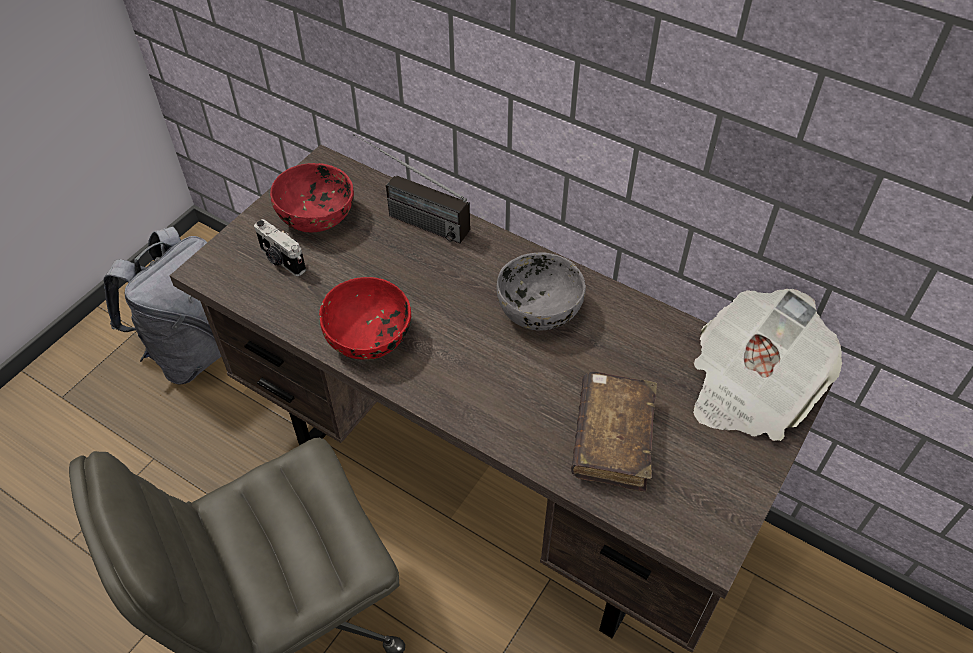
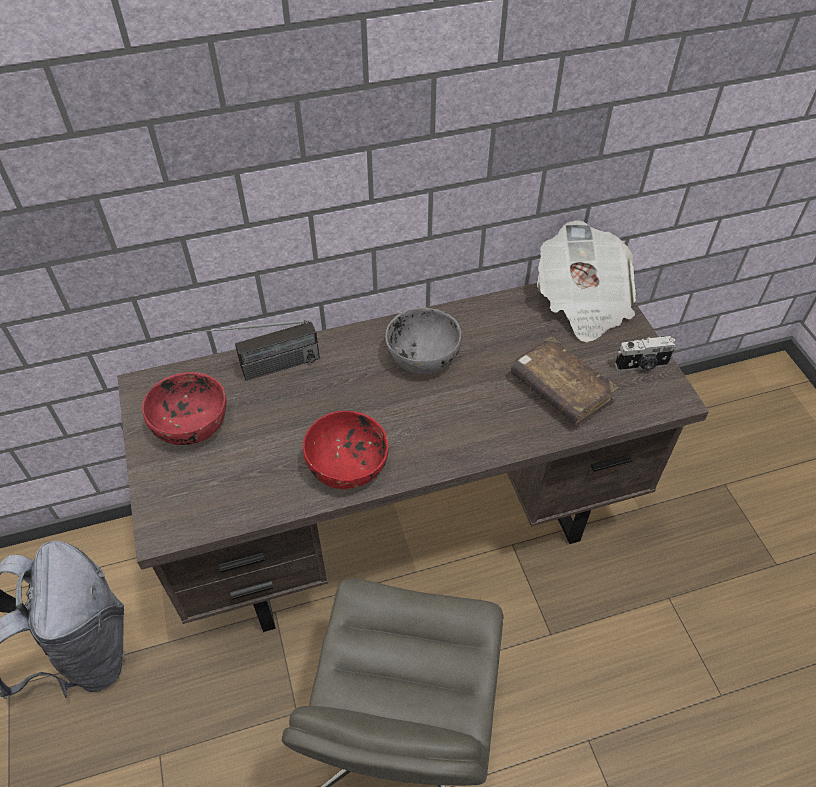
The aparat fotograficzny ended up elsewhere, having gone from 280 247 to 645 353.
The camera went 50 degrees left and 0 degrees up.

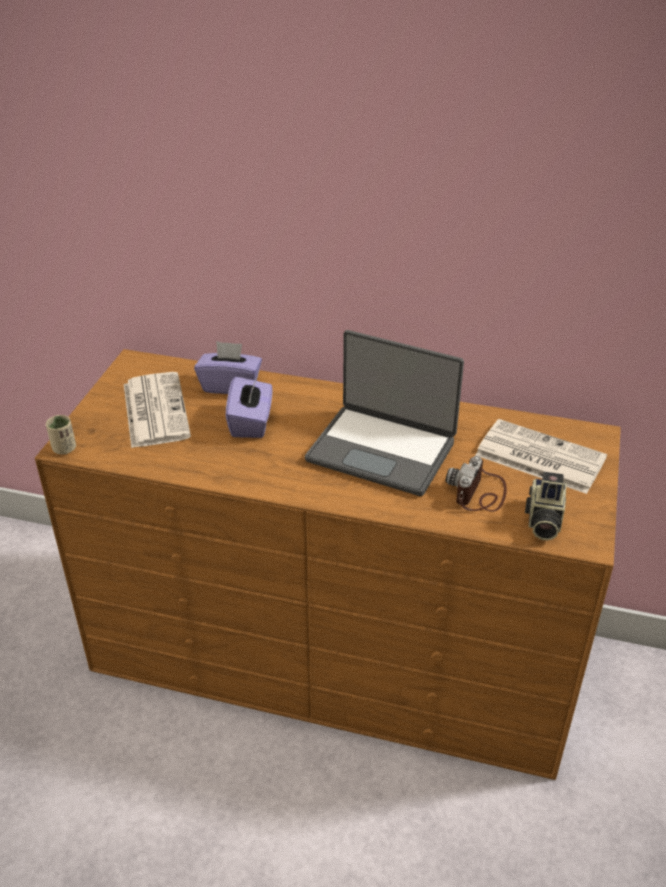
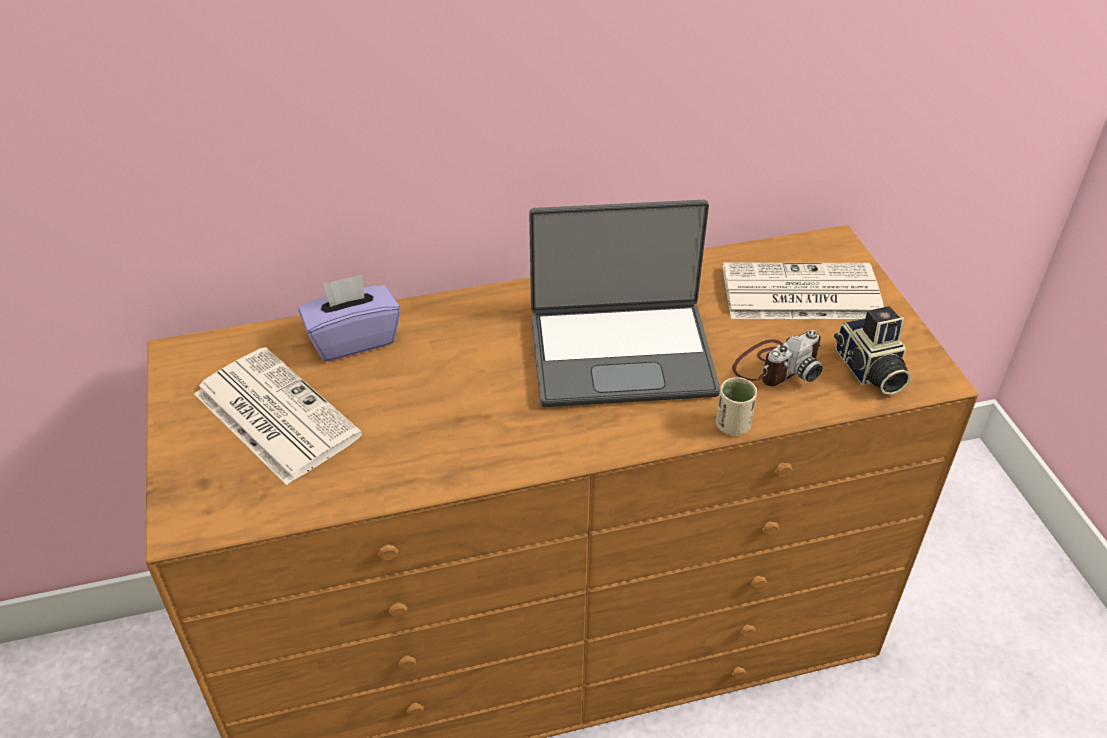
The filiżanka (beżowy) ended up elsewhere, having gone from 61 435 to 736 406.
The second view lost the pudełko chusteczek (fioletowy) at 249 406.
The aparat fotograficzny at 476 484 ended up facing another way, 120 degrees counterclockwise from before.
The camera went 30 degrees left and 5 degrees up.

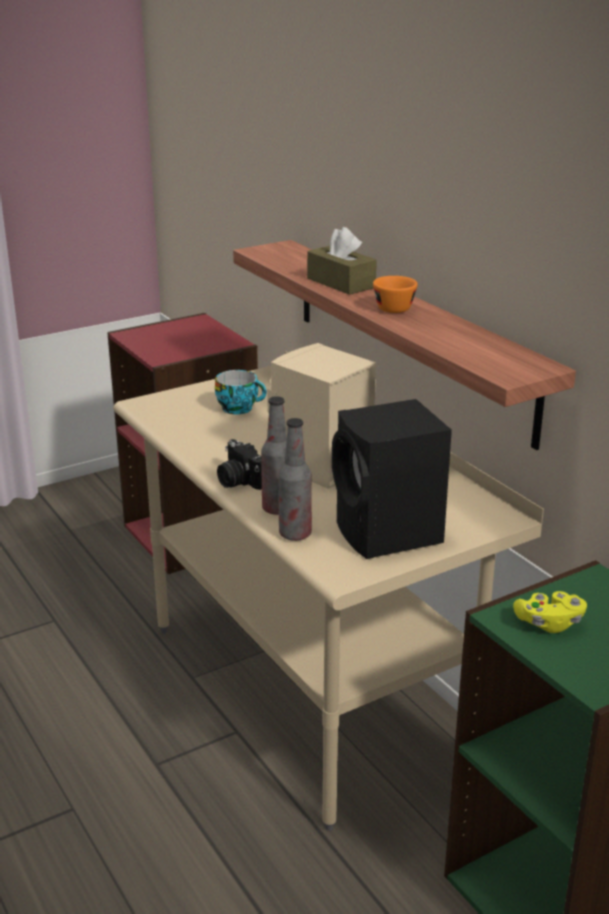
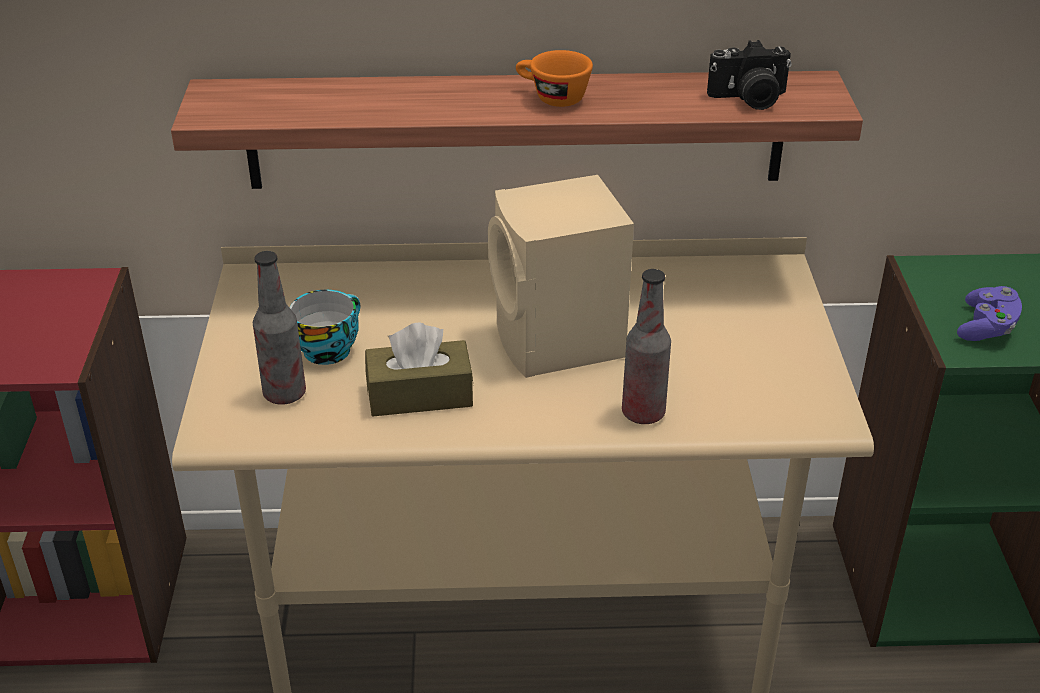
The aparat fotograficzny ended up elsewhere, having gone from 239 464 to 749 75.
The butelka ended up elsewhere, having gone from 295 479 to 279 328.
The pudełko chusteczek (brązowy) ended up elsewhere, having gone from 342 261 to 419 369.
The second view lost the głośnik (czarny) at 392 479.
What was the pad do gier (żółty) at 550 612 turned into the pad do gier (fioletowy) at 989 313.
The camera went 60 degrees left and 10 degrees up.

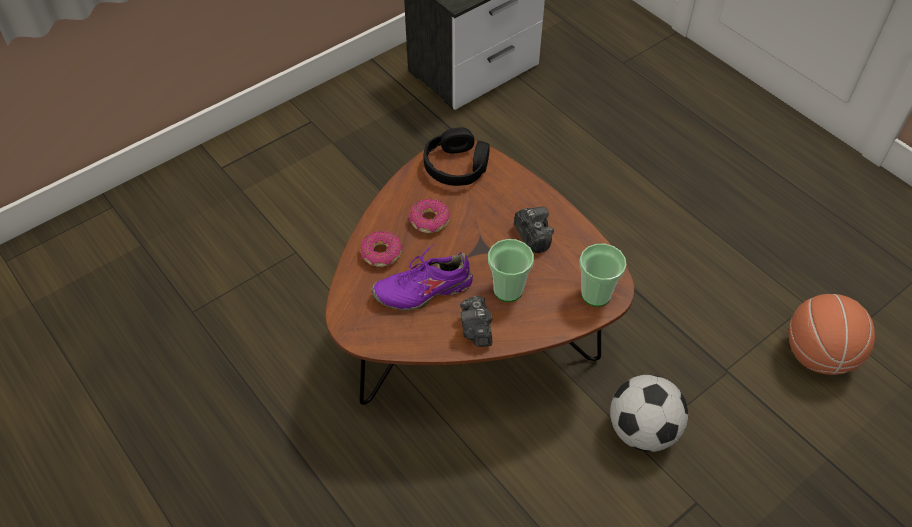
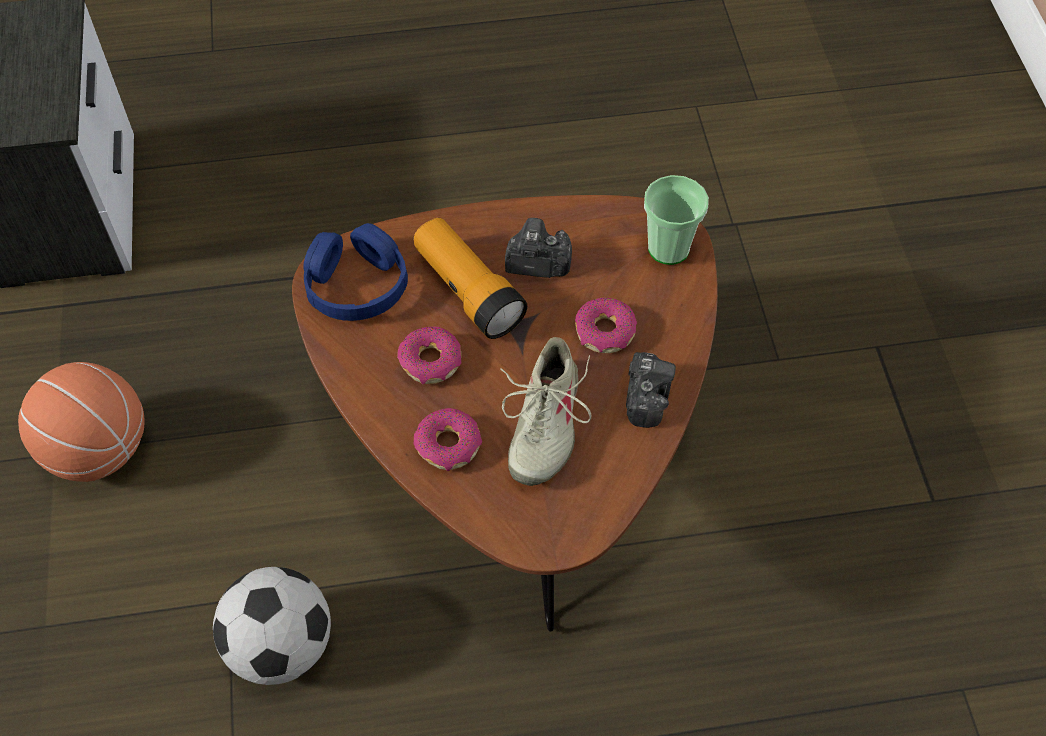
What was the but (fioletowy) at 422 277 turned into the but (beżowy) at 546 411.
What was the słuchawki (czarny) at 456 156 turned into the słuchawki (niebieski) at 356 272.
The aparat fotograficzny at 476 321 ended up facing another way, 105 degrees counterclockwise from before.
Where the filiżanka stood at 511 270, the donut came to stand at 606 325.
The piłka futbolowa ended up elsewhere, having gone from 649 413 to 272 626.
The piłka do koszykówki ended up elsewhere, having gone from 831 334 to 81 422.
The second view gained the latarka at 471 278.
The camera went 60 degrees left and 5 degrees up.

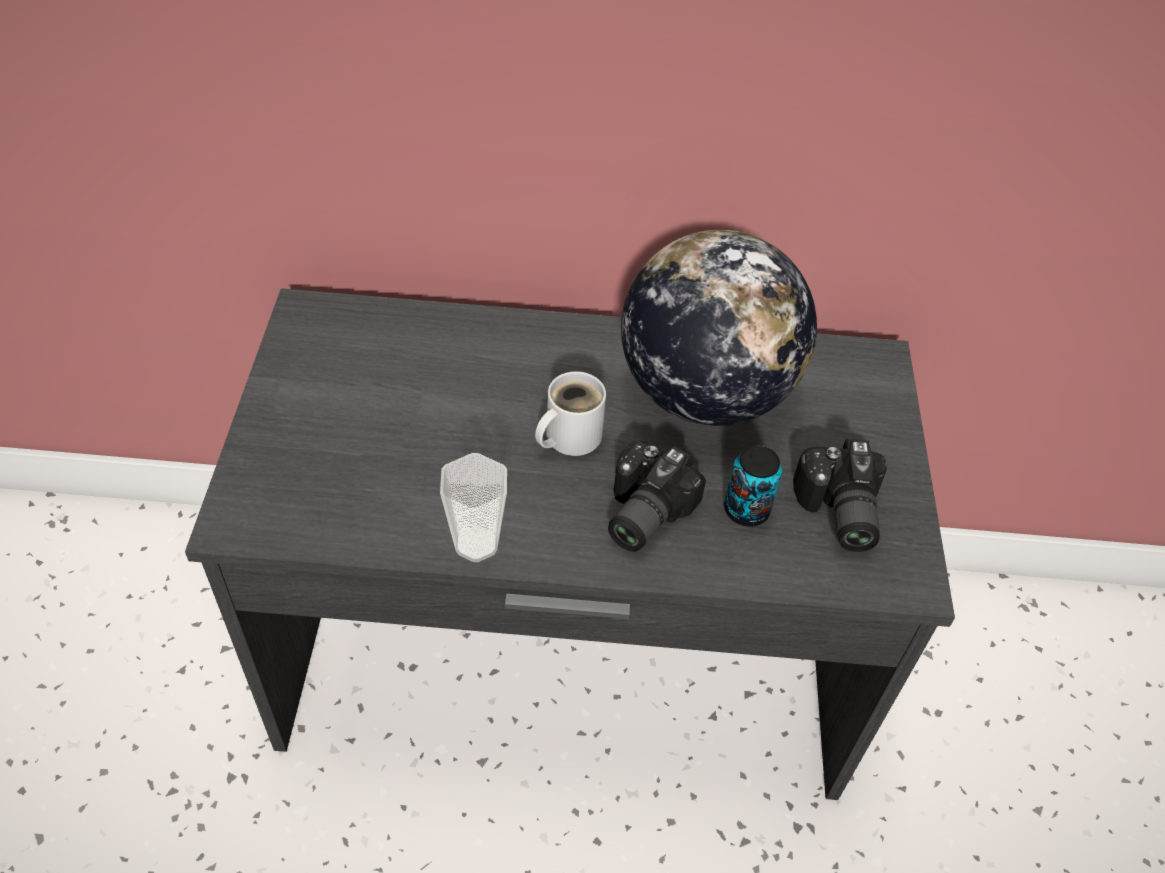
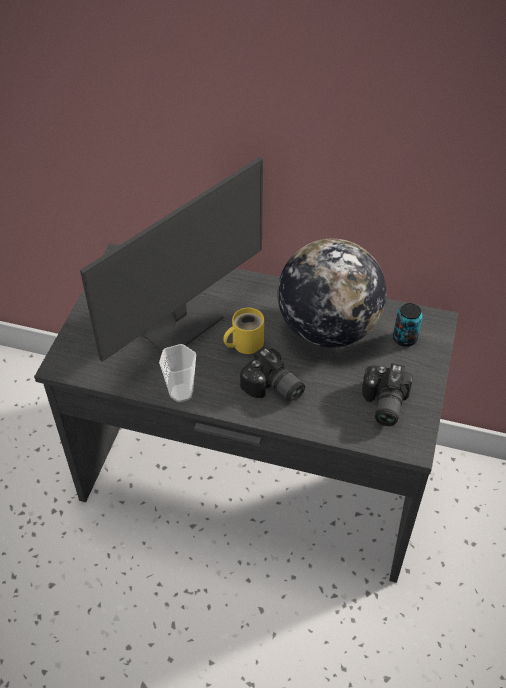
What was the kubek (biały) at 570 413 turned into the kubek (żółty) at 243 331.
The aparat fotograficzny at 657 496 ended up facing another way, 90 degrees counterclockwise from before.
The puszka ended up elsewhere, having gone from 753 485 to 408 325.
The second view gained the monitor at 171 259.
The camera went 15 degrees right and 0 degrees up.

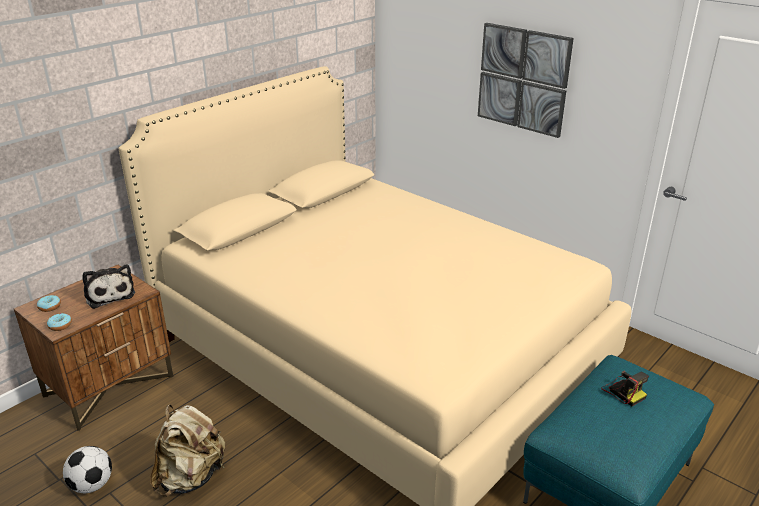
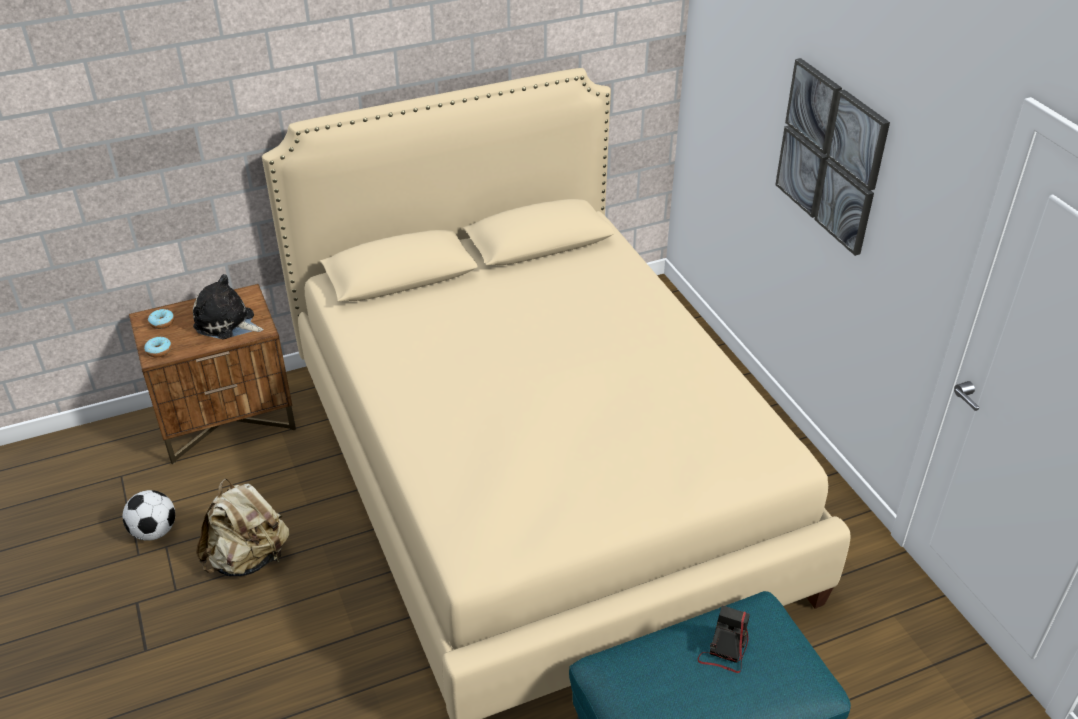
The pluszak at 109 286 ended up facing another way, 120 degrees clockwise from before.
The aparat fotograficzny at 625 388 ended up facing another way, 150 degrees counterclockwise from before.
The camera went 25 degrees right and 10 degrees up.

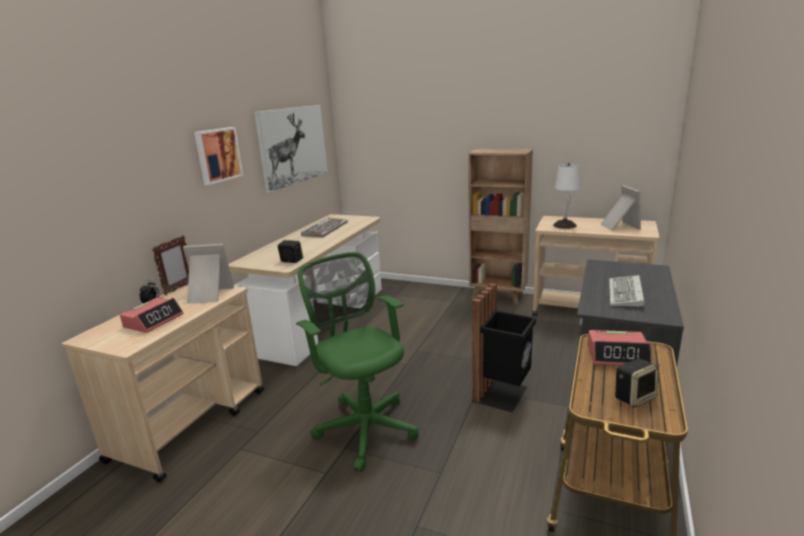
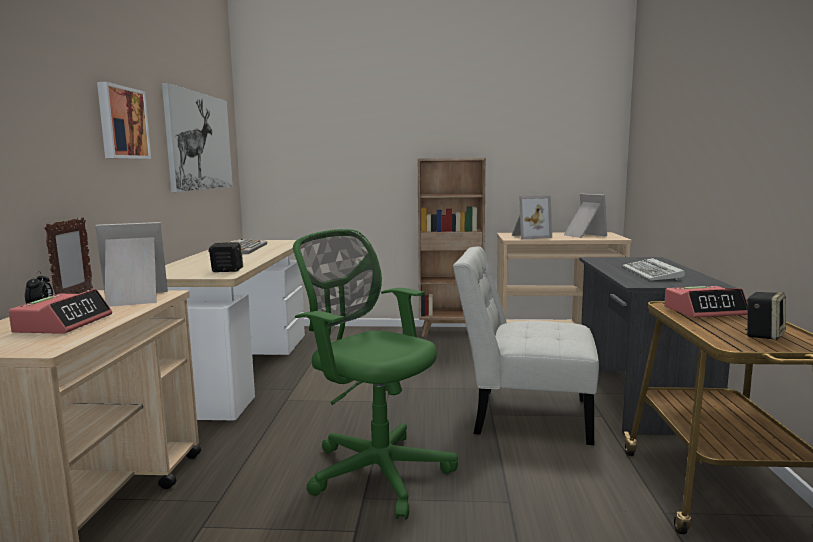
Where the kosz na śmieci (czarny) stood at 504 348, the krzesło (biały) came to stand at 526 346.
Where the lampa stołowa (biały) stood at 566 196, the ramka na zdjęcie came to stand at 532 217.
The camera went 20 degrees left and 10 degrees down.

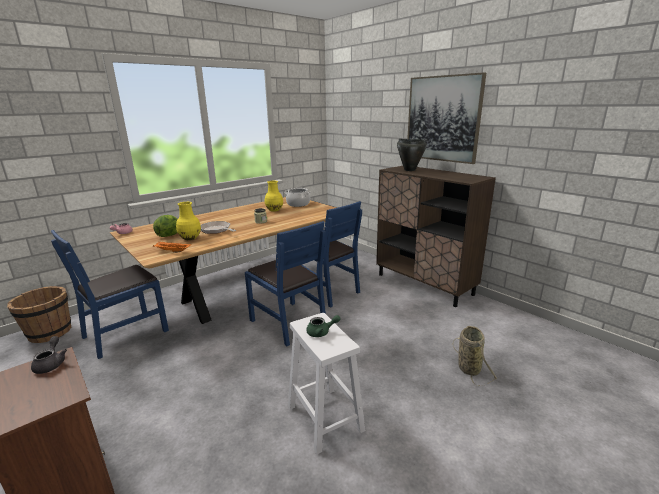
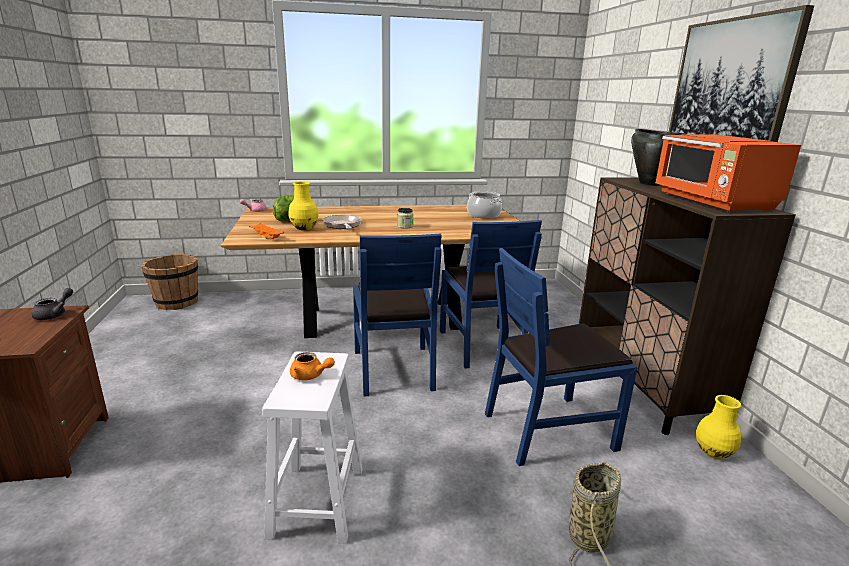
The krzesło (niebieski) ended up elsewhere, having gone from 110 294 to 561 357.
The wazon (żółty) ended up elsewhere, having gone from 274 196 to 718 427.
What was the imbryk (zielony) at 323 326 turned into the imbryk (pomarańczowy) at 312 366.
The second view gained the mikrofalówka (pomarańczowy) at 728 173.
The camera went 30 degrees right and 0 degrees up.

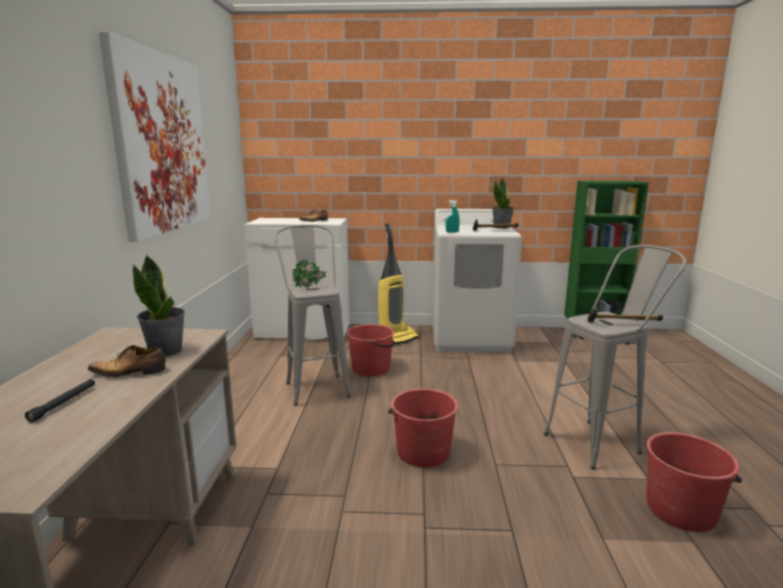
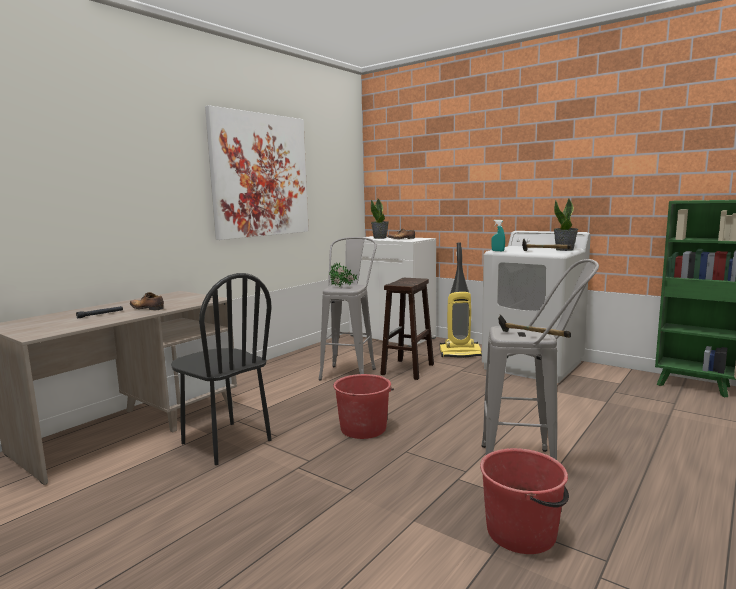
The roślina doniczkowa ended up elsewhere, having gone from 158 305 to 380 219.
Where the wiadro (czerwony) stood at 371 350, the stołek (brązowy) came to stand at 407 329.
The second view gained the krzesło (czarny) at 221 369.
The camera went 35 degrees right and 5 degrees down.

